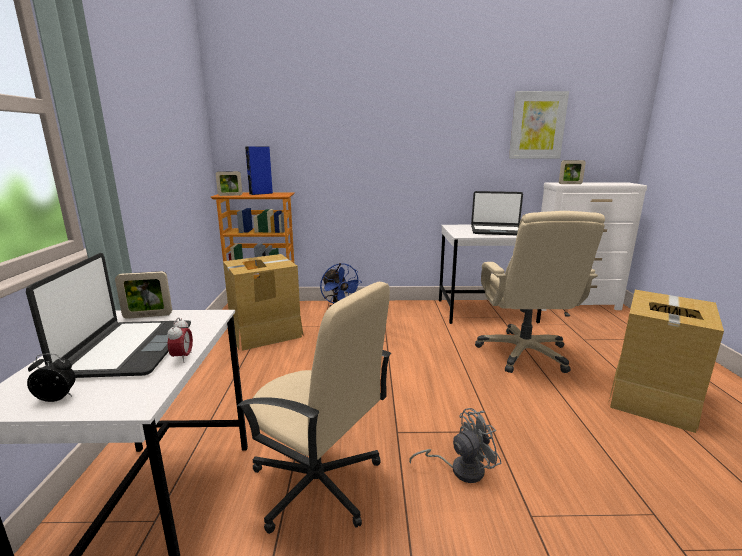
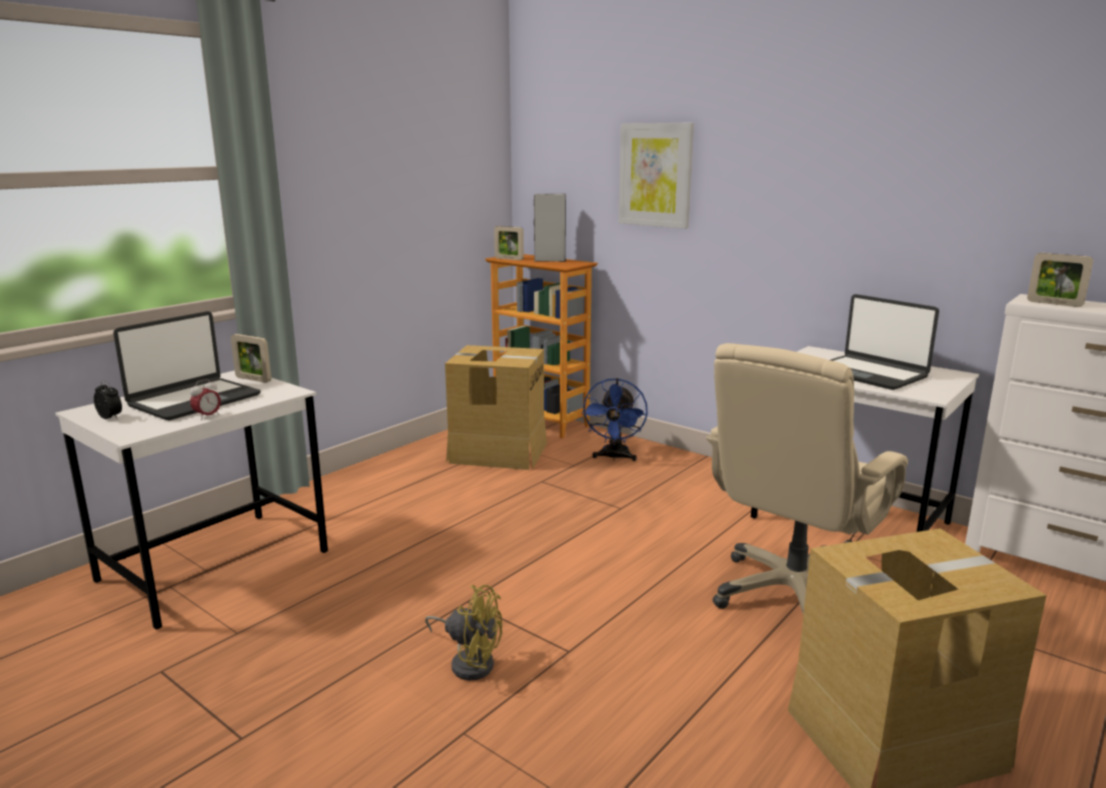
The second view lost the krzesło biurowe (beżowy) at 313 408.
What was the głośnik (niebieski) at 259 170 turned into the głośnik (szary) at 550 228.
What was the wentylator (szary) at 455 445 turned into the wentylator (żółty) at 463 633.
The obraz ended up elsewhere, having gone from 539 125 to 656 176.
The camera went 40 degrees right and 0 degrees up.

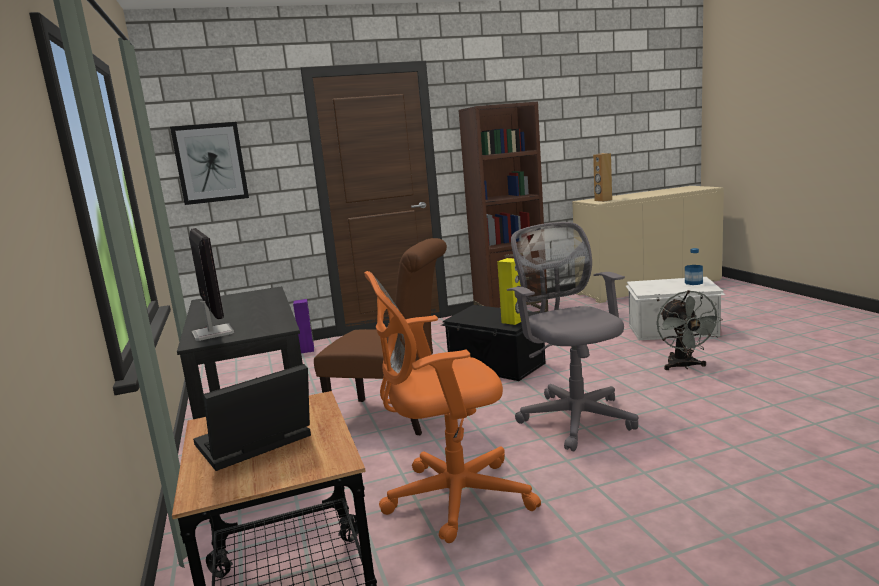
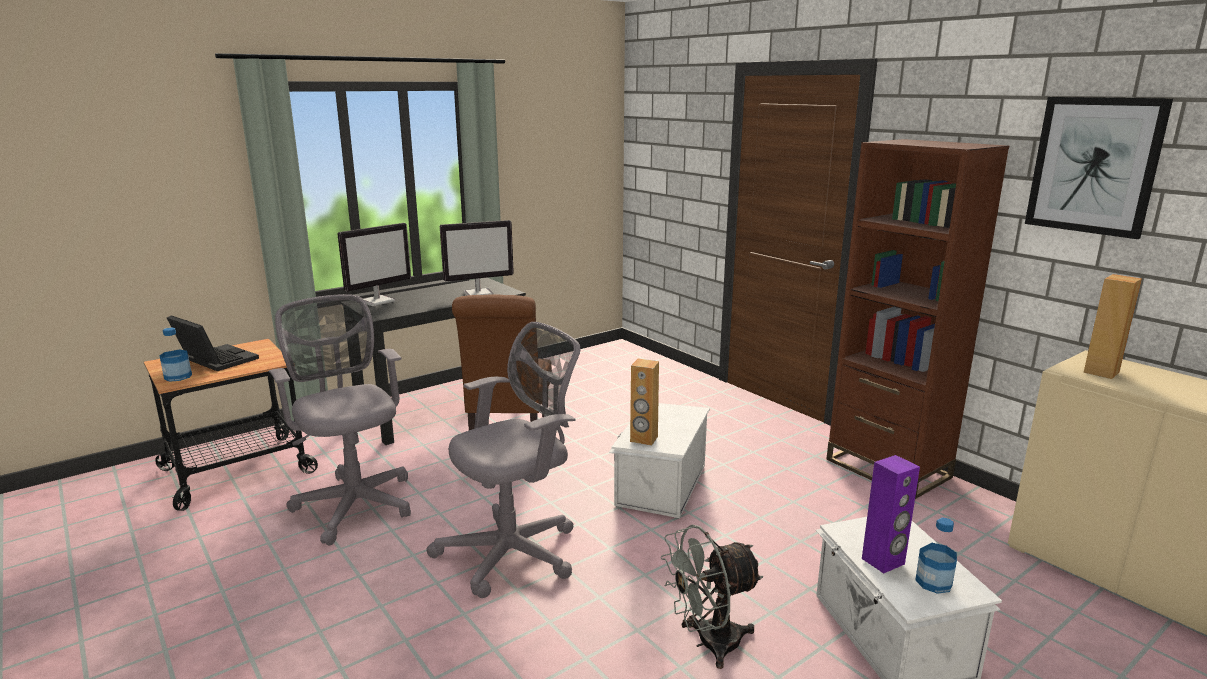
The obraz ended up elsewhere, having gone from 209 163 to 1099 168.
The głośnik (fioletowy) ended up elsewhere, having gone from 303 326 to 891 514.
What was the krzesło biurowe (pomarańczowy) at 452 407 turned into the krzesło biurowe (szary) at 340 420.
What was the pojemnik do przechowywania (czarny) at 493 343 turned into the pojemnik do przechowywania (biały) at 659 460.
What was the głośnik (żółty) at 509 291 turned into the głośnik (brązowy) at 644 402.
The second view gained the butelka at 175 354.
The second view gained the monitor at 477 258.
The camera went 70 degrees right and 5 degrees up.

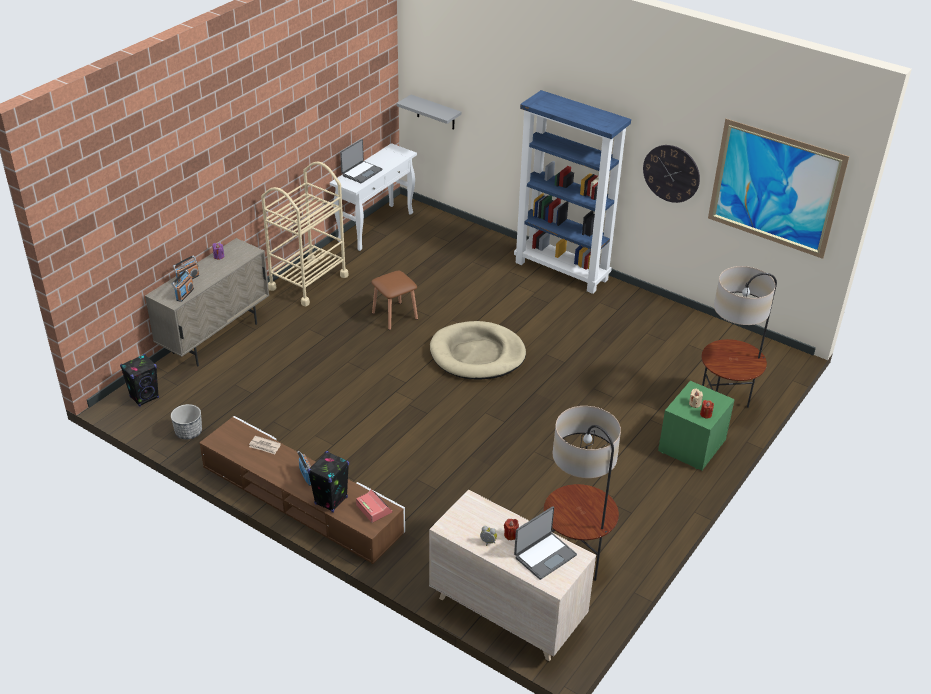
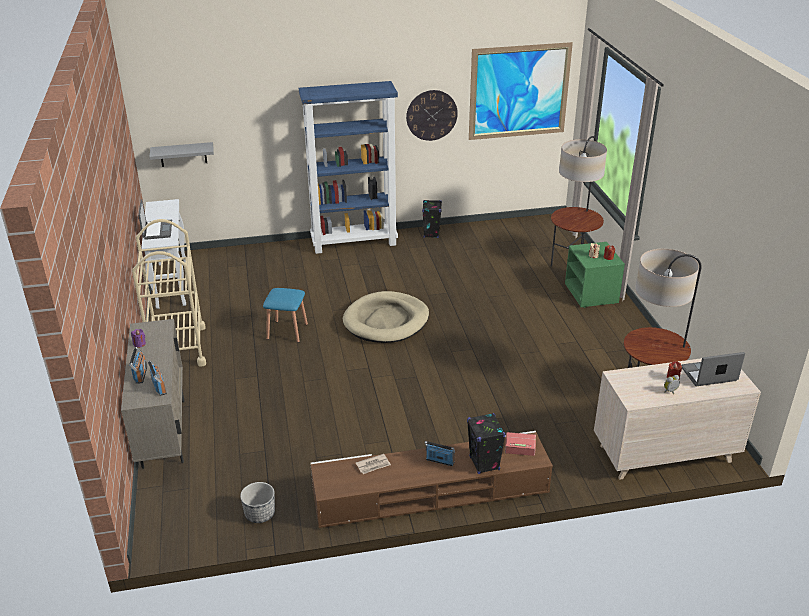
The głośnik (czarny) ended up elsewhere, having gone from 139 380 to 432 219.
What was the stołek (brązowy) at 394 300 turned into the stołek (niebieski) at 285 315.
The laptop at 545 543 ended up facing another way, 105 degrees counterclockwise from before.
The camera went 45 degrees left and 5 degrees down.

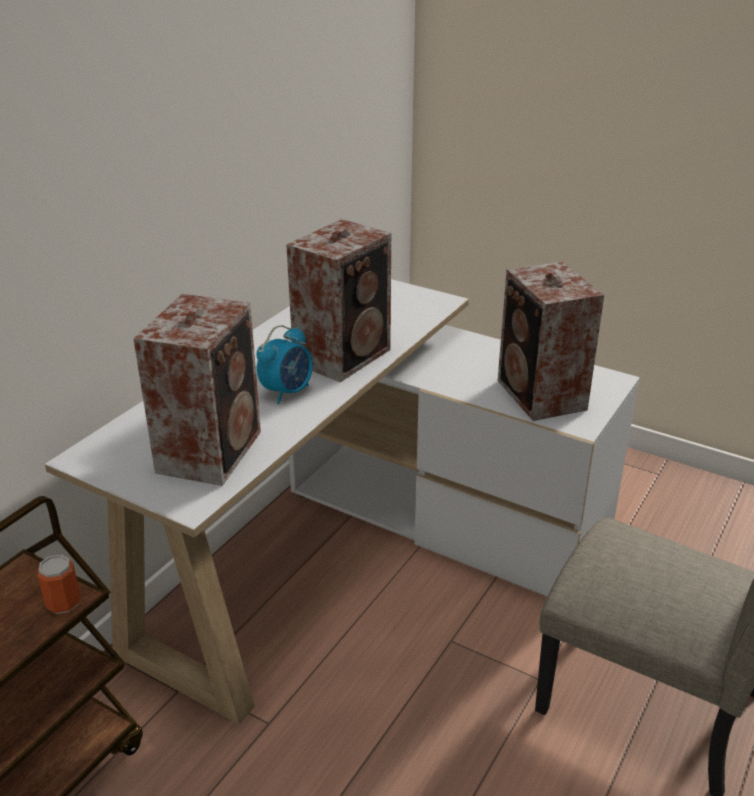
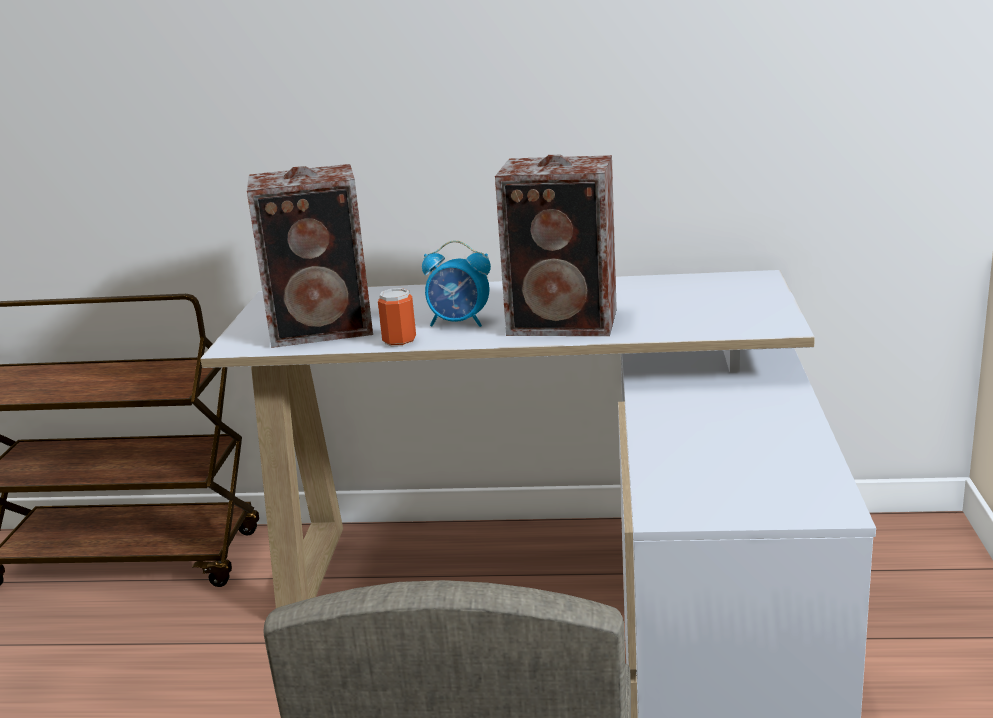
The puszka ended up elsewhere, having gone from 59 584 to 397 317.
The second view lost the głośnik at 551 341.
The camera went 65 degrees right and 10 degrees down.

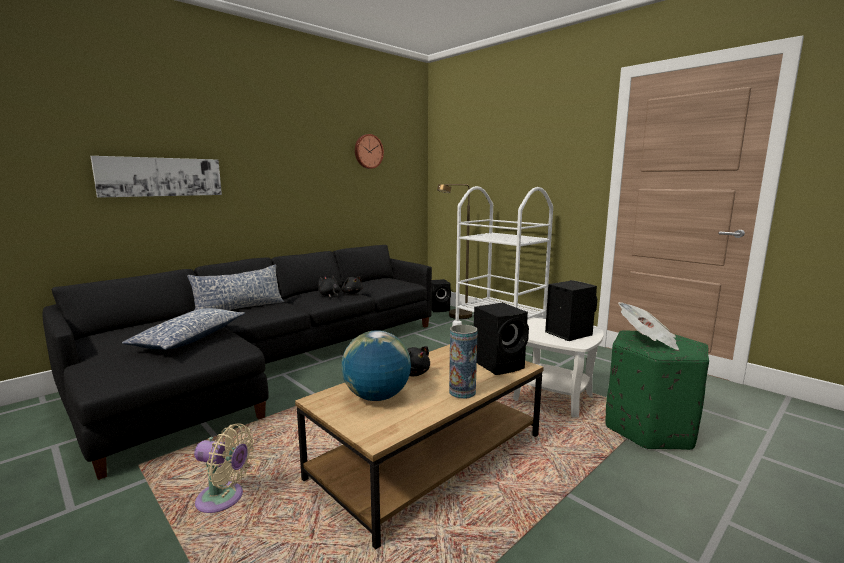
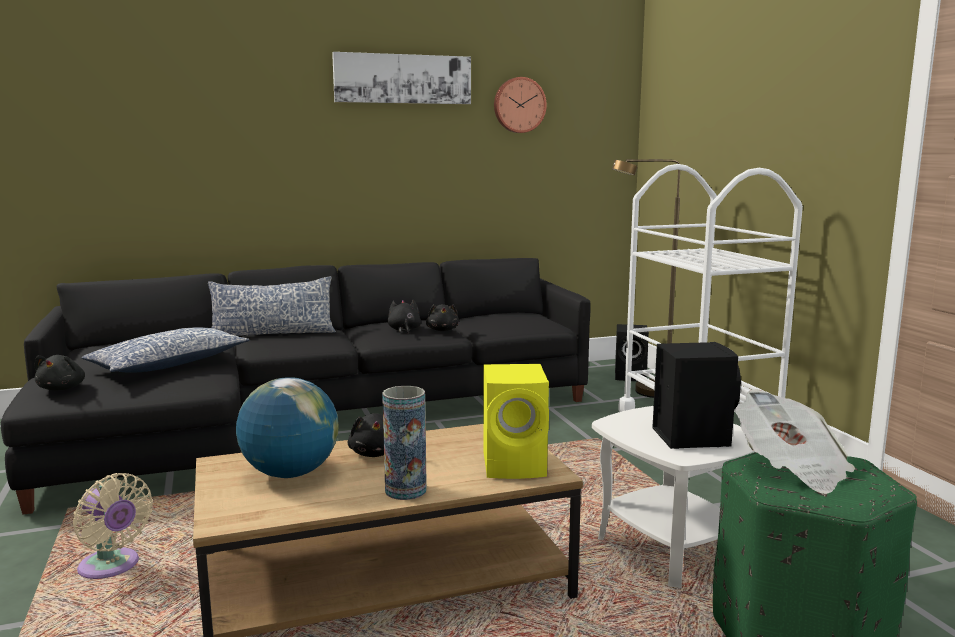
The obraz ended up elsewhere, having gone from 156 177 to 401 78.
What was the głośnik (czarny) at 501 338 turned into the głośnik (żółty) at 516 421.
The second view gained the pluszak (czarny) at 59 373.
The camera went 25 degrees right and 0 degrees up.

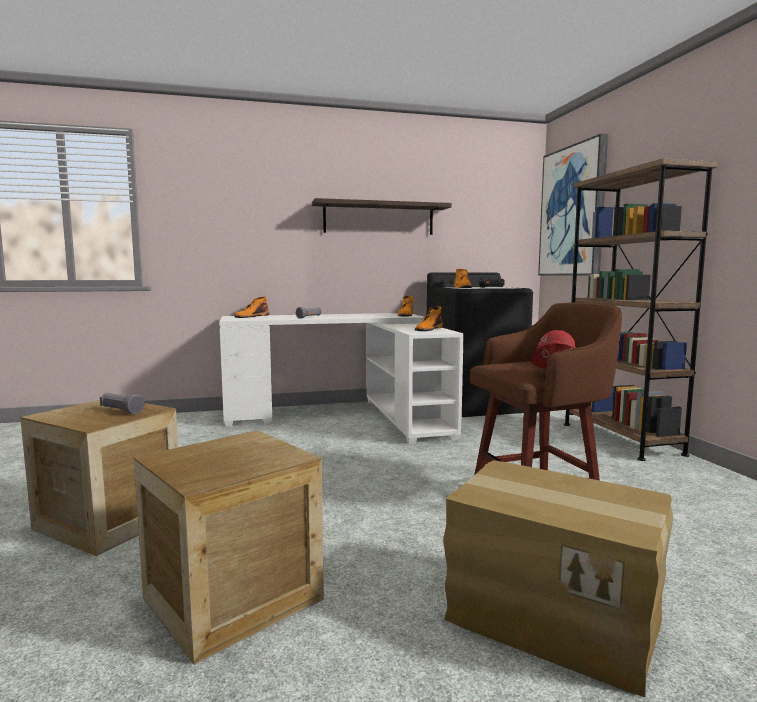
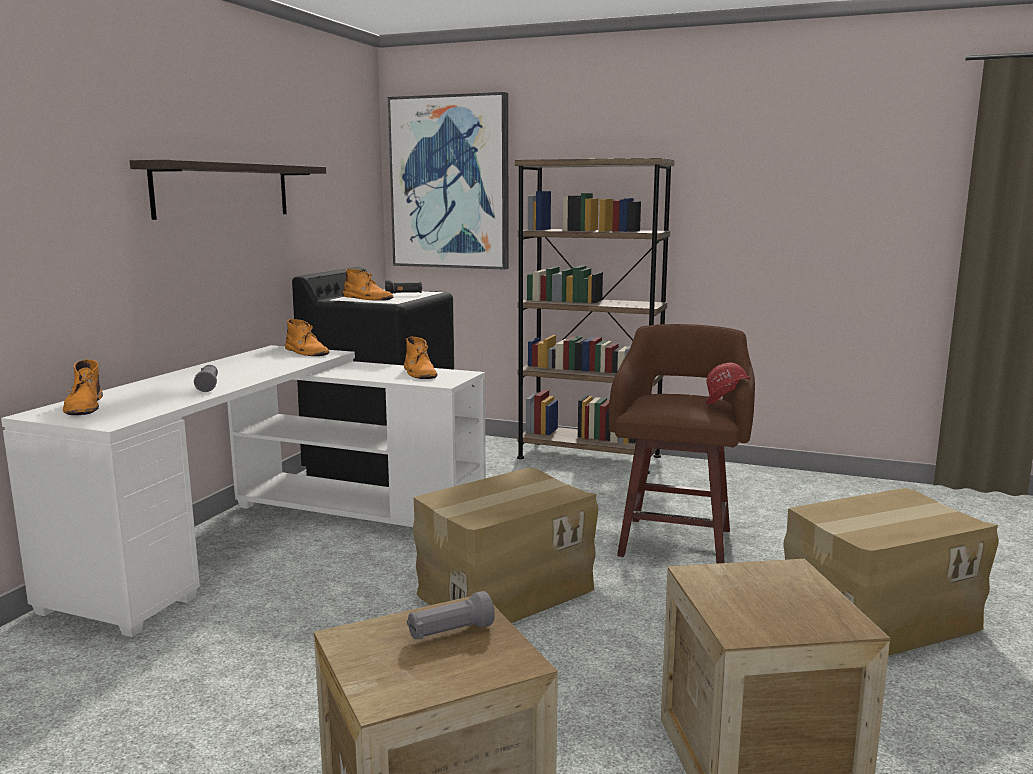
The second view gained the karton at 506 545.
The camera went 55 degrees left and 5 degrees up.

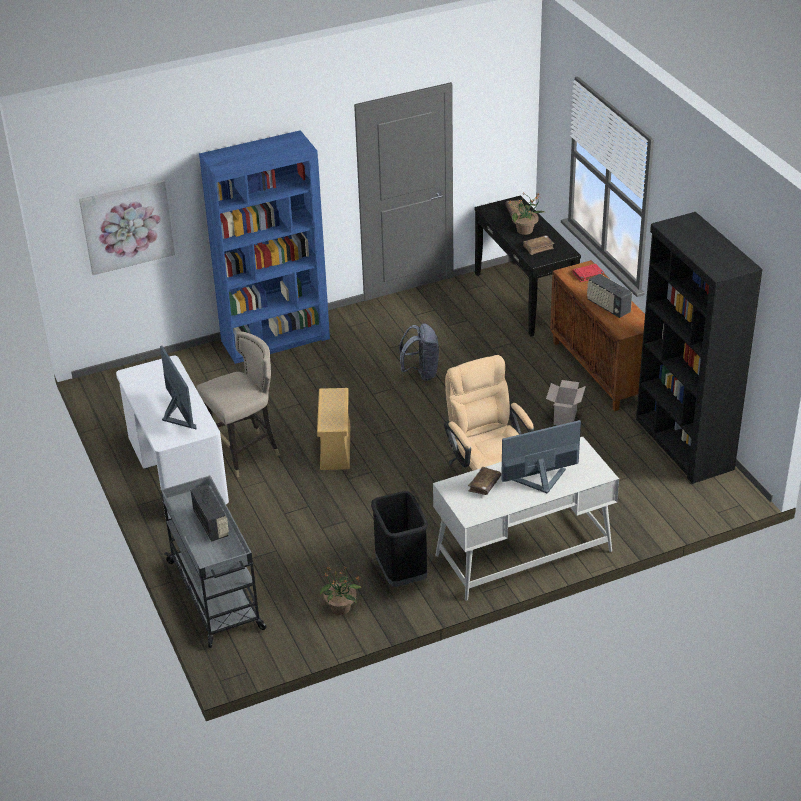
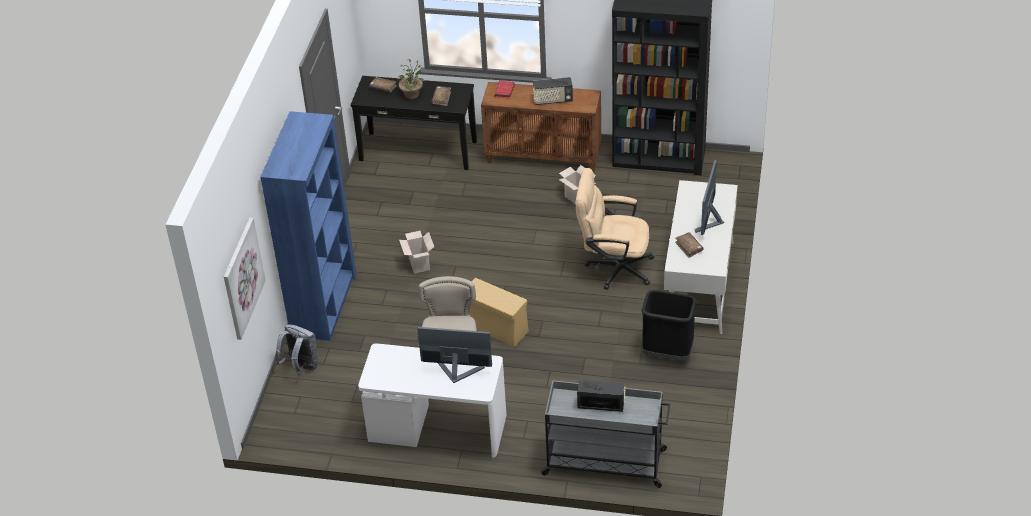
The second view lost the roślina doniczkowa at 341 591.
The plecak (szary) ended up elsewhere, having gone from 419 352 to 297 350.
The second view gained the karton at 416 252.
The camera went 55 degrees left and 5 degrees up.

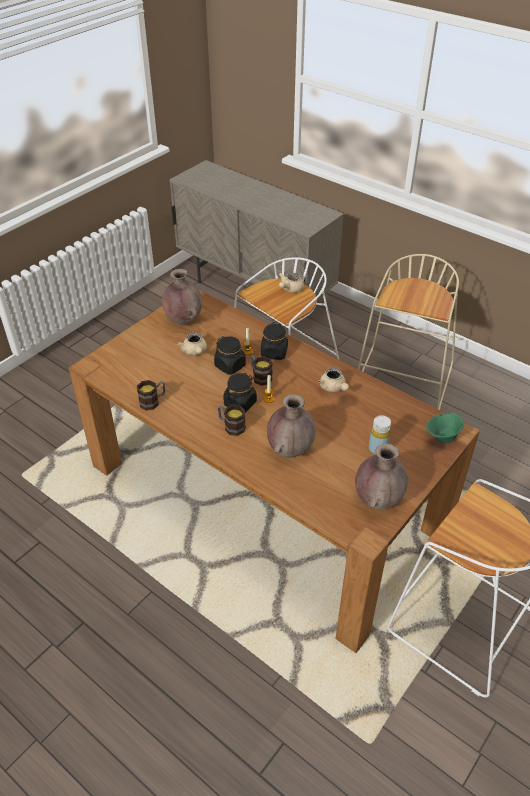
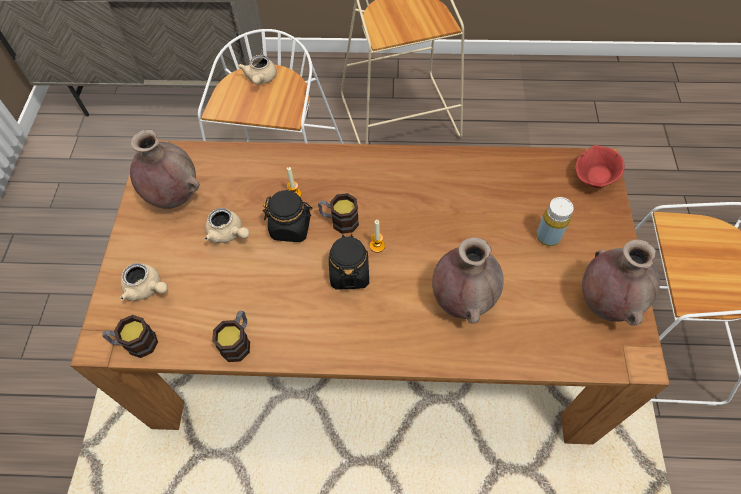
The kubek ended up elsewhere, having gone from 232 420 to 130 336.
The second view lost the słoik (czarny) at 274 341.
The imbryk (beżowy) ended up elsewhere, having gone from 333 380 to 144 282.
What was the miska (zielony) at 445 427 turned into the miska (czerwony) at 600 166.
The camera went 35 degrees left and 15 degrees up.

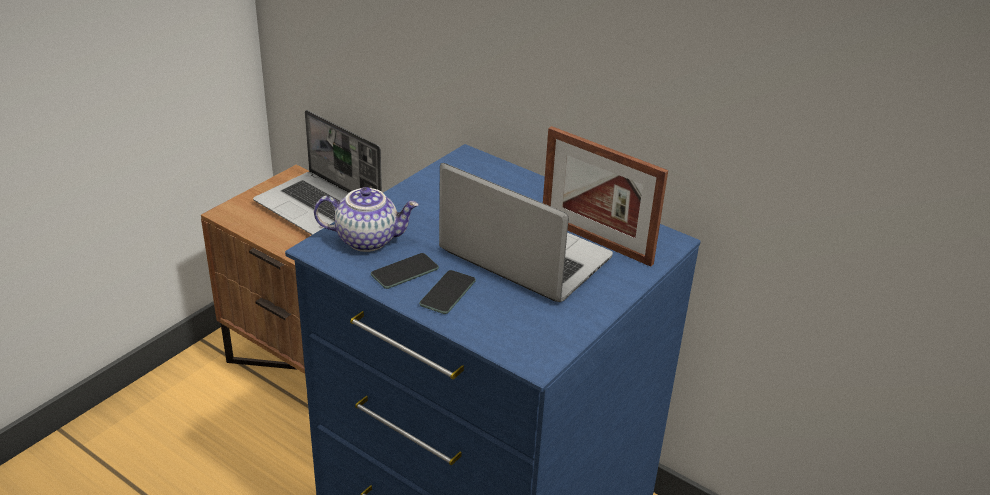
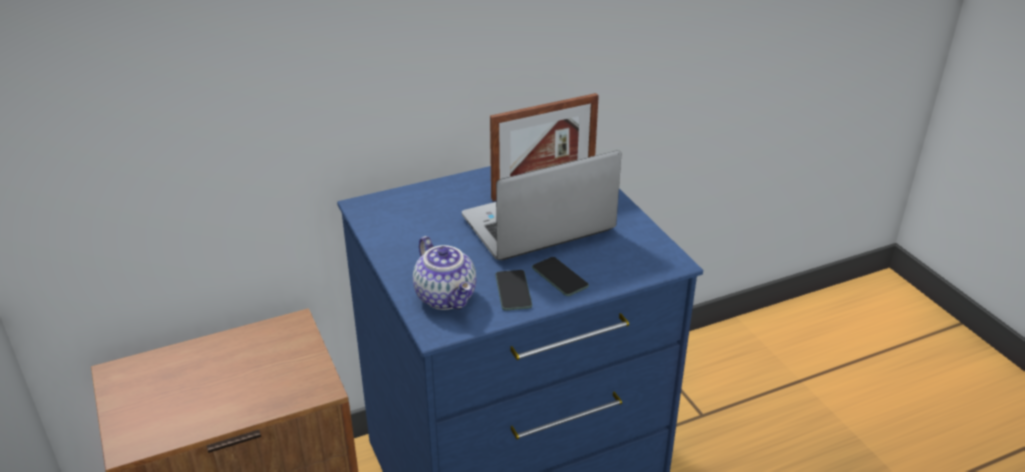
The second view lost the laptop at 317 172.
The imbryk at 366 219 ended up facing another way, 120 degrees clockwise from before.
The camera went 60 degrees left and 0 degrees up.

